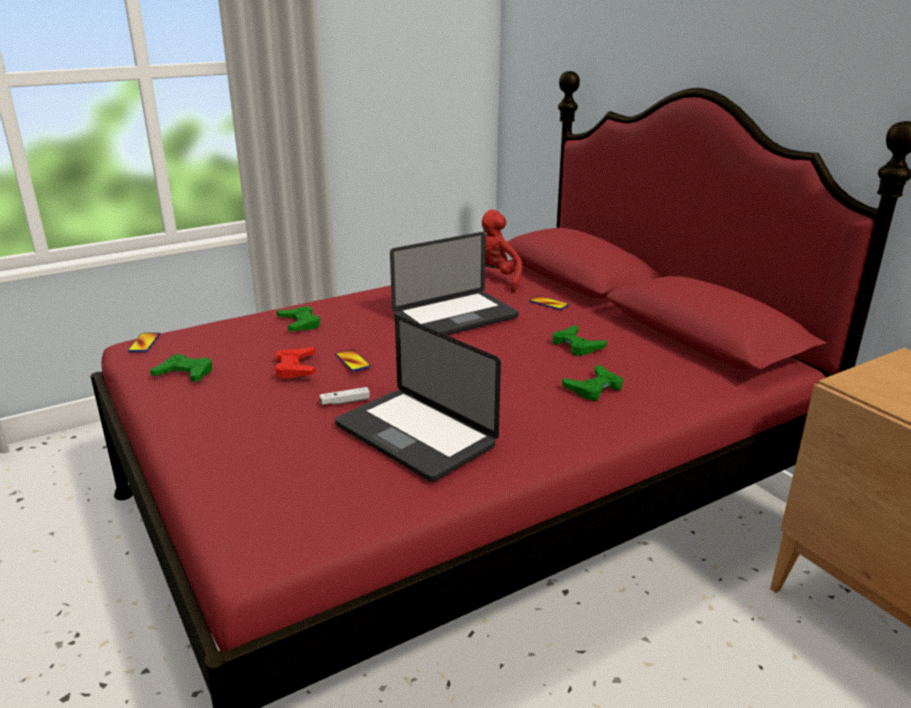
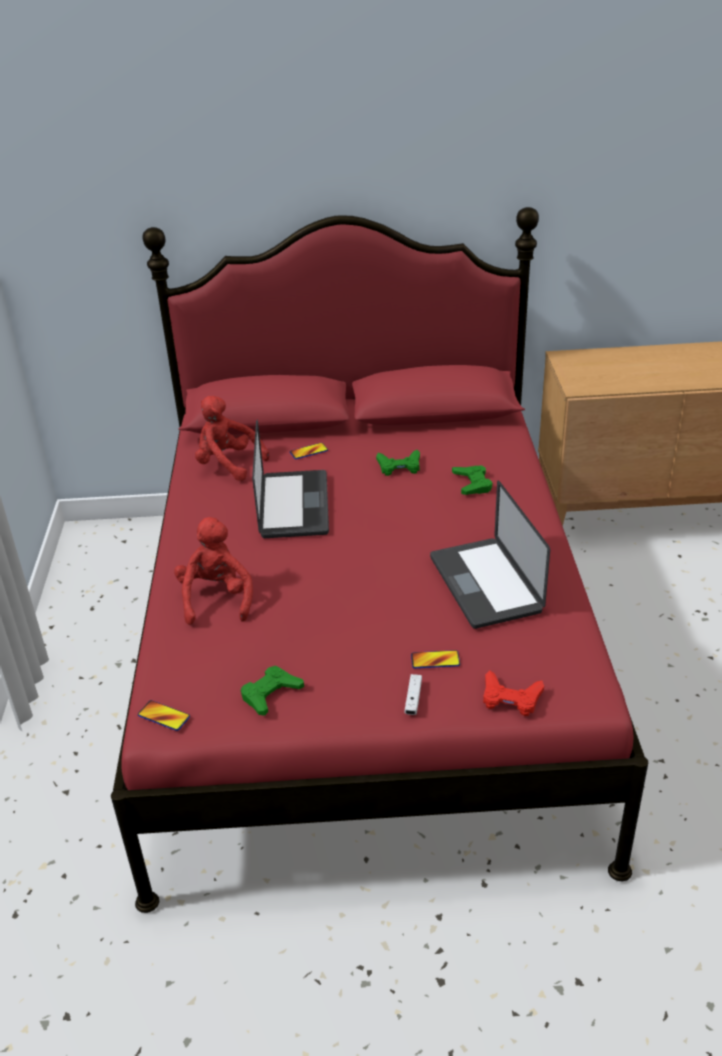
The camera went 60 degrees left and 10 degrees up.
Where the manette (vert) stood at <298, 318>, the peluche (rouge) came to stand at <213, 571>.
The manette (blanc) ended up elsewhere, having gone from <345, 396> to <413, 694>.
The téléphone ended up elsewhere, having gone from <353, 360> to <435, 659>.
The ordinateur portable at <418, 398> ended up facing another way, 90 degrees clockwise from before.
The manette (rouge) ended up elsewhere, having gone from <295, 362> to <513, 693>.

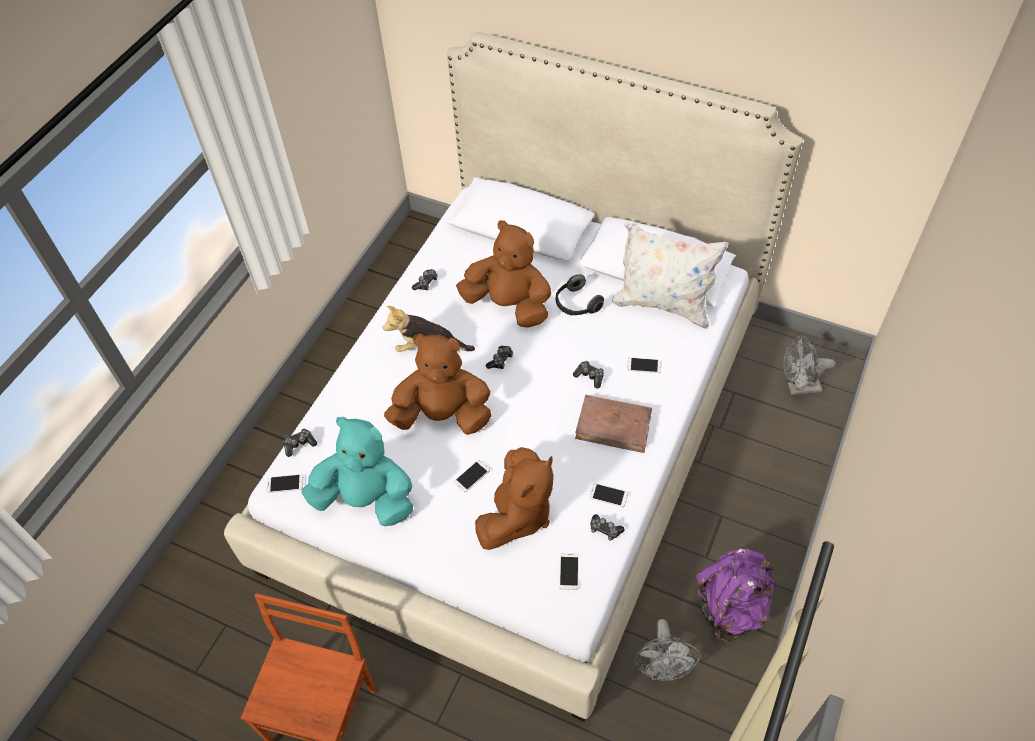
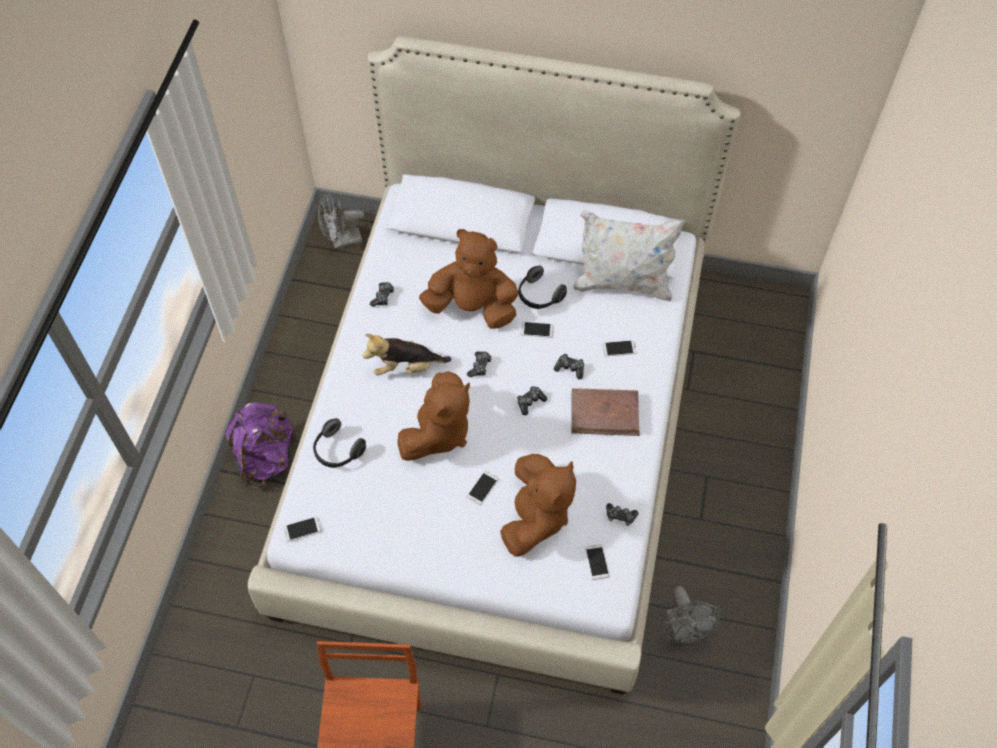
The camera went 15 degrees left and 5 degrees up.
The sac à dos (violet) ended up elsewhere, having gone from <736, 595> to <261, 445>.
The second view gained the casque audio at <339, 443>.
The ventilateur (gris) ended up elsewhere, having gone from <809, 365> to <341, 220>.
The peluche (marron) at <438, 384> ended up facing another way, 135 degrees clockwise from before.
The manette ended up elsewhere, having gone from <300, 442> to <532, 400>.
The téléphone ended up elsewhere, having gone from <608, 495> to <537, 330>.
The second view lost the peluche (turquoise) at <357, 471>.

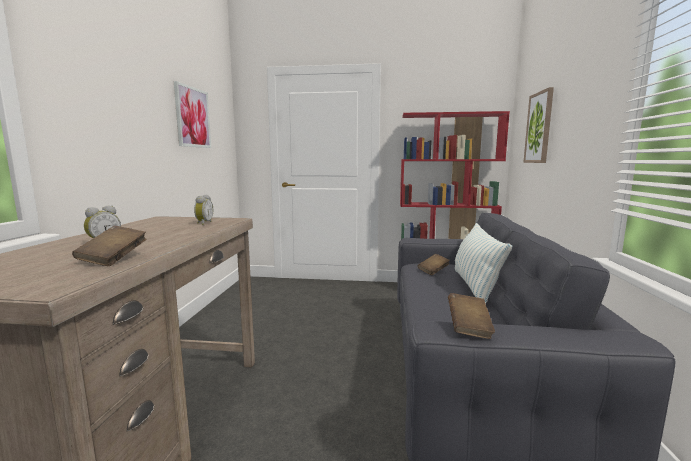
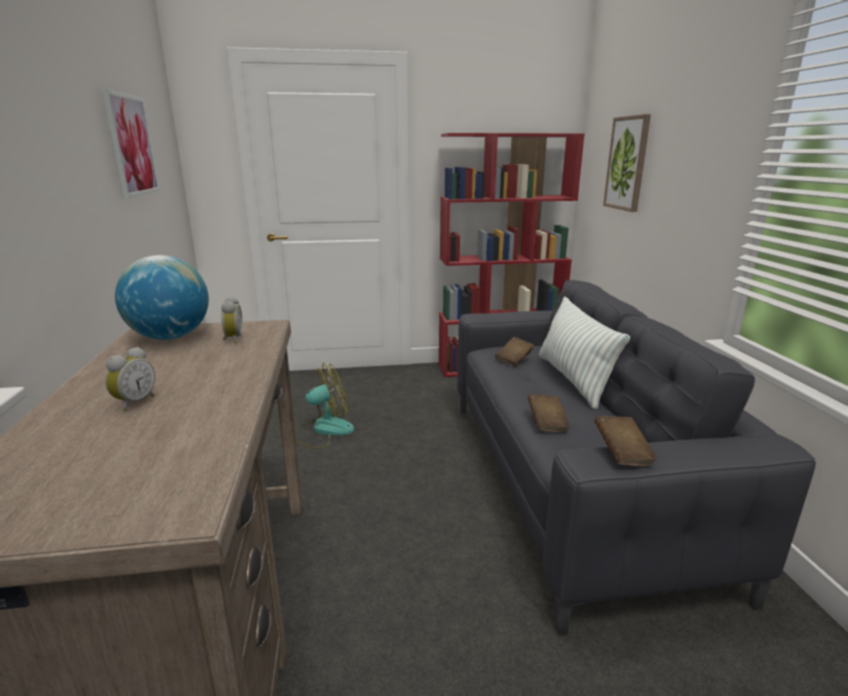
The camera went 15 degrees left and 10 degrees up.
The second view gained the globe at <162, 297>.
The second view gained the ventilateur at <324, 406>.
The livre (marron) ended up elsewhere, having gone from <109, 246> to <549, 413>.

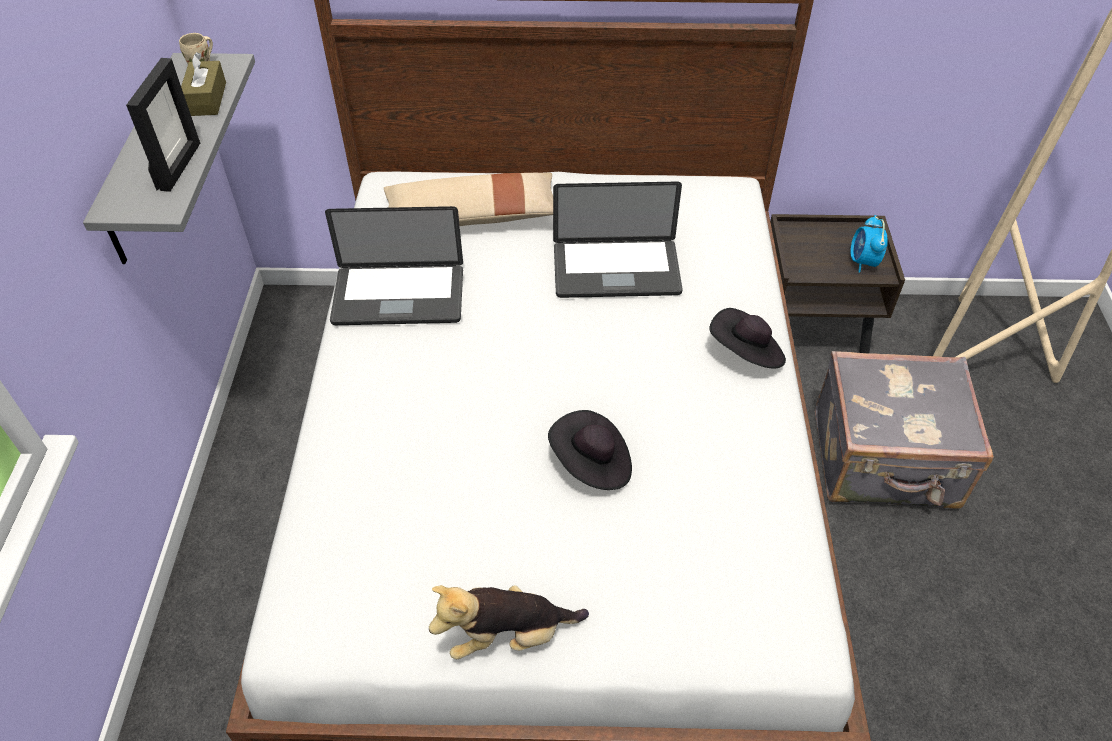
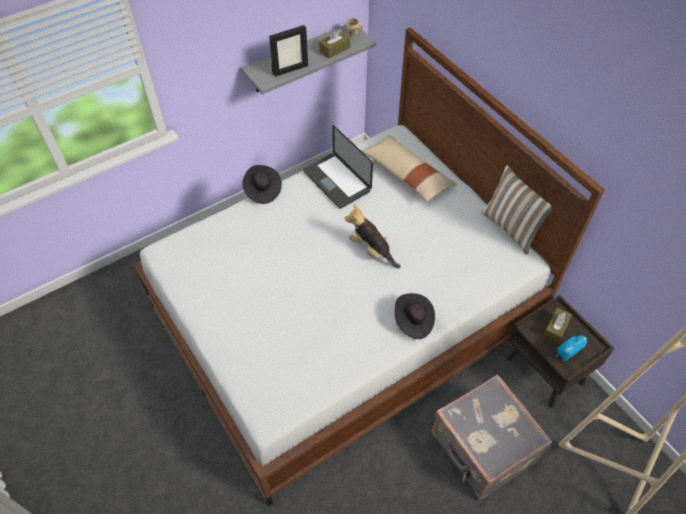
The camera went 55 degrees right and 5 degrees up.
The chapeau (noir) ended up elsewhere, having gone from <590, 450> to <262, 184>.
The peluche ended up elsewhere, having gone from <509, 622> to <372, 236>.
The second view gained the coussin at <516, 210>.
The second view gained the boîte à mouchoirs (marron) at <557, 326>.
The second view lost the ordinateur portable at <618, 240>.

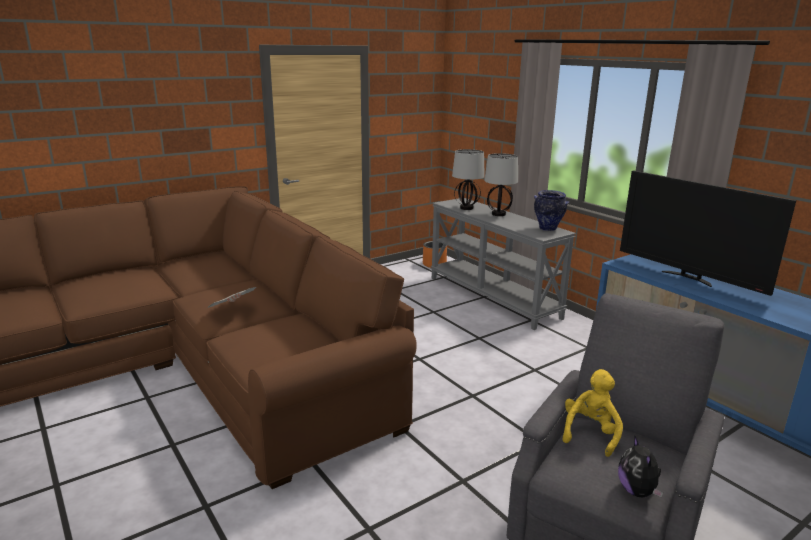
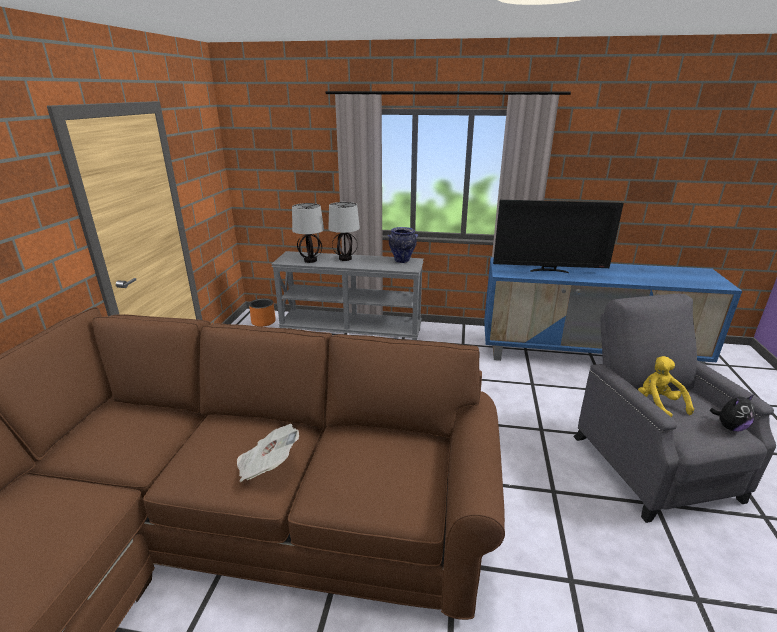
The camera went 45 degrees left and 5 degrees up.
The peluche at <640, 467> ended up facing another way, 60 degrees counterclockwise from before.

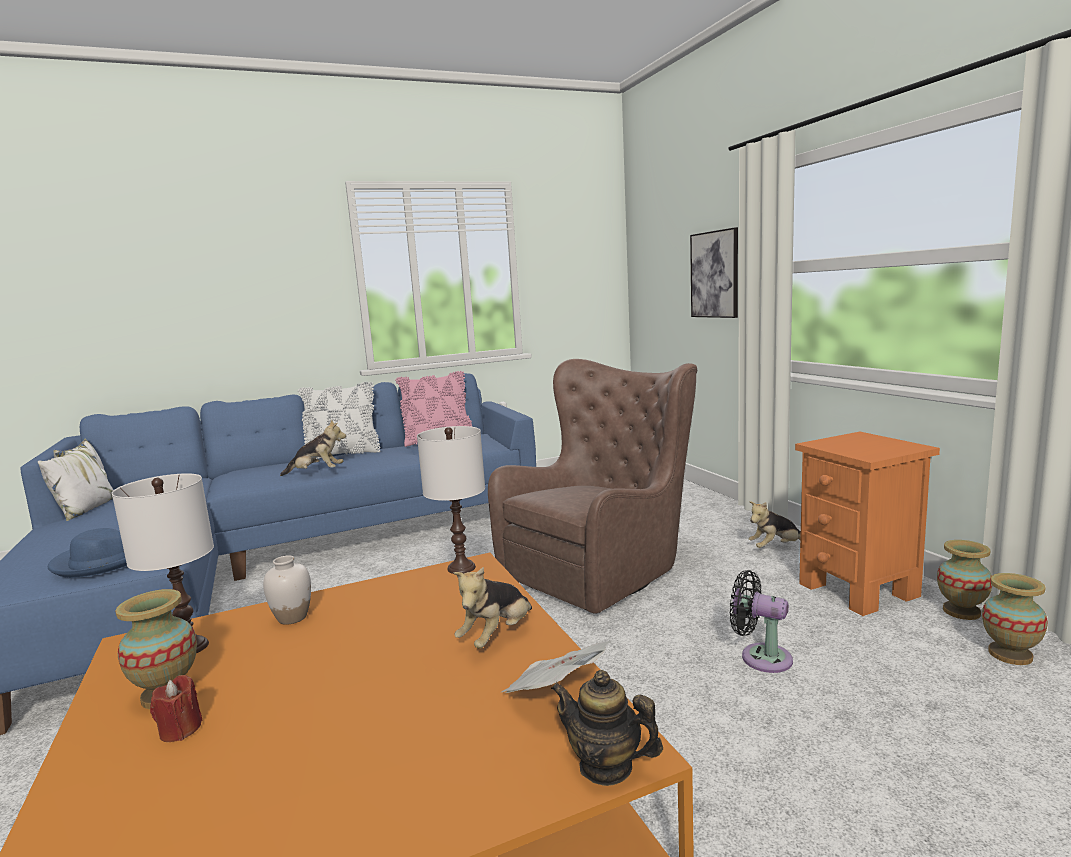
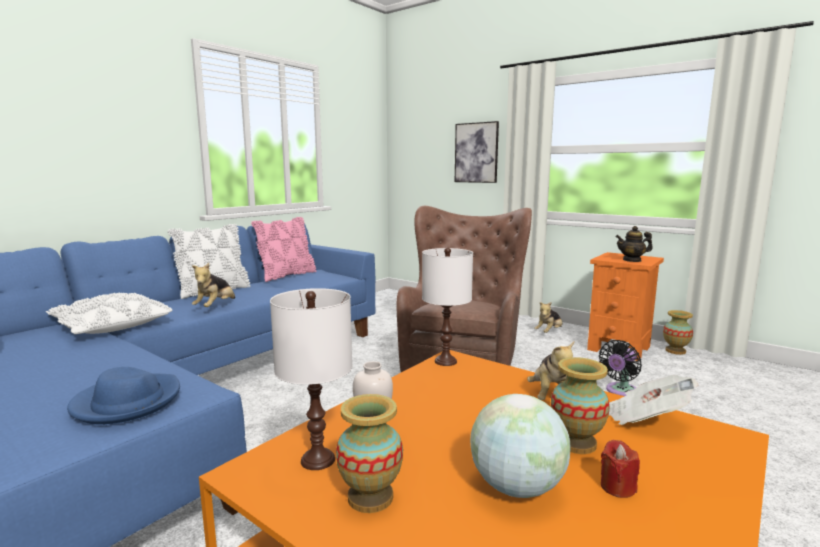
The camera went 30 degrees left and 0 degrees up.
The second view gained the coussin (blanc) at <109, 313>.
The peluche at <313, 447> ended up facing another way, 135 degrees clockwise from before.
The second view gained the globe at <520, 446>.
The vase ended up elsewhere, having gone from <1015, 619> to <580, 405>.
The ventilateur (noir) at <761, 621> ended up facing another way, 45 degrees counterclockwise from before.
The bougie (rouge) ended up elsewhere, having gone from <176, 708> to <620, 469>.
The théière ended up elsewhere, having gone from <607, 728> to <634, 244>.

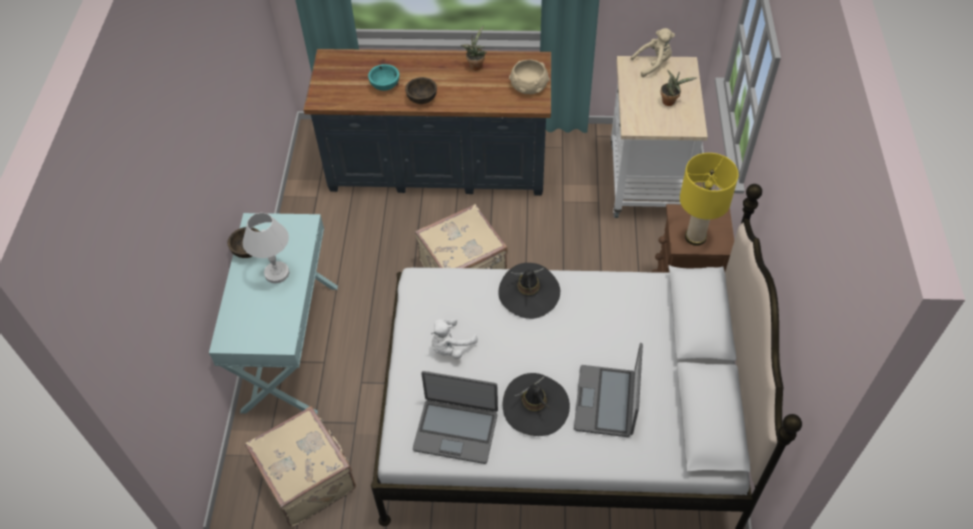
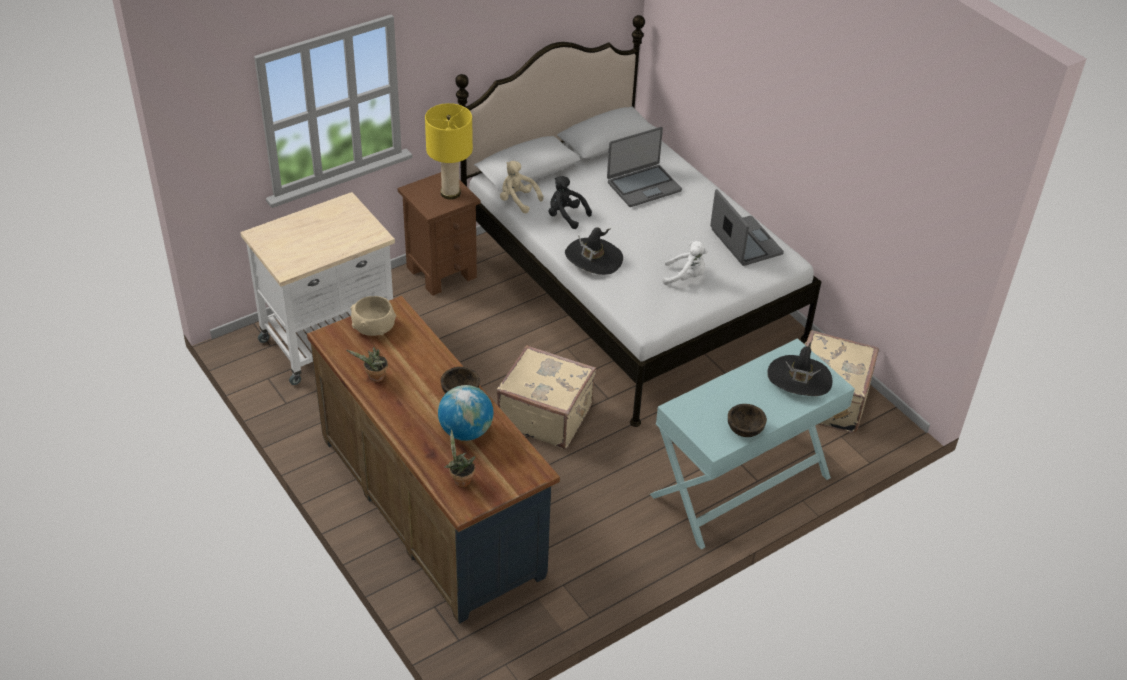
The camera went 130 degrees left and 10 degrees down.
Where the bol (turquoise) stood at <383, 77>, the globe came to stand at <465, 413>.
The plante en pot ended up elsewhere, having gone from <678, 87> to <460, 458>.
The peluche (beige) ended up elsewhere, having gone from <653, 52> to <522, 187>.
The second view gained the peluche (noir) at <570, 202>.
The chapeau (noir) ended up elsewhere, having gone from <536, 404> to <799, 369>.
The second view lost the lampe de table (blanc) at <266, 248>.

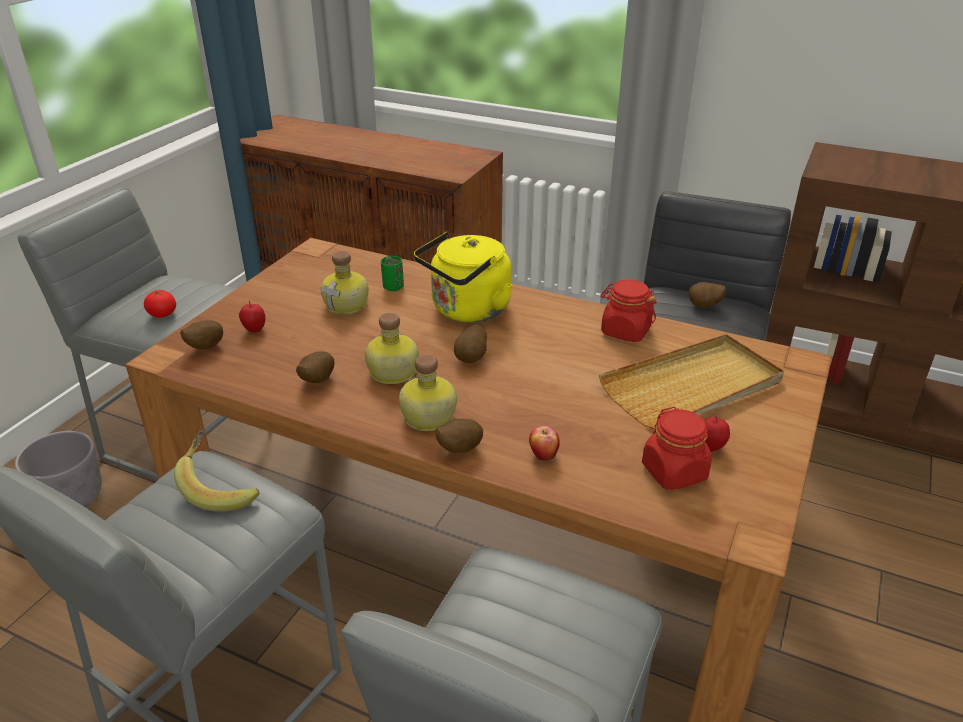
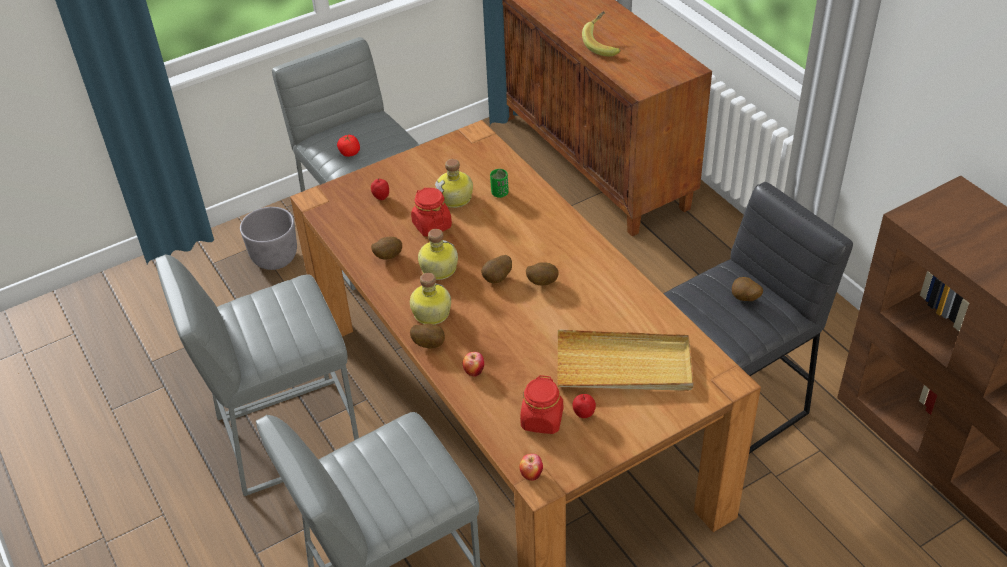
The camera went 35 degrees right and 10 degrees up.
The bocal (rouge) ended up elsewhere, having gone from <628, 310> to <431, 212>.
The second view gained the pomme at <531, 467>.
The pomme de terre ended up elsewhere, having gone from <201, 334> to <542, 274>.
The banane ended up elsewhere, having gone from <216, 470> to <601, 34>.
The second view lost the bouilloire (jaune) at <463, 277>.

